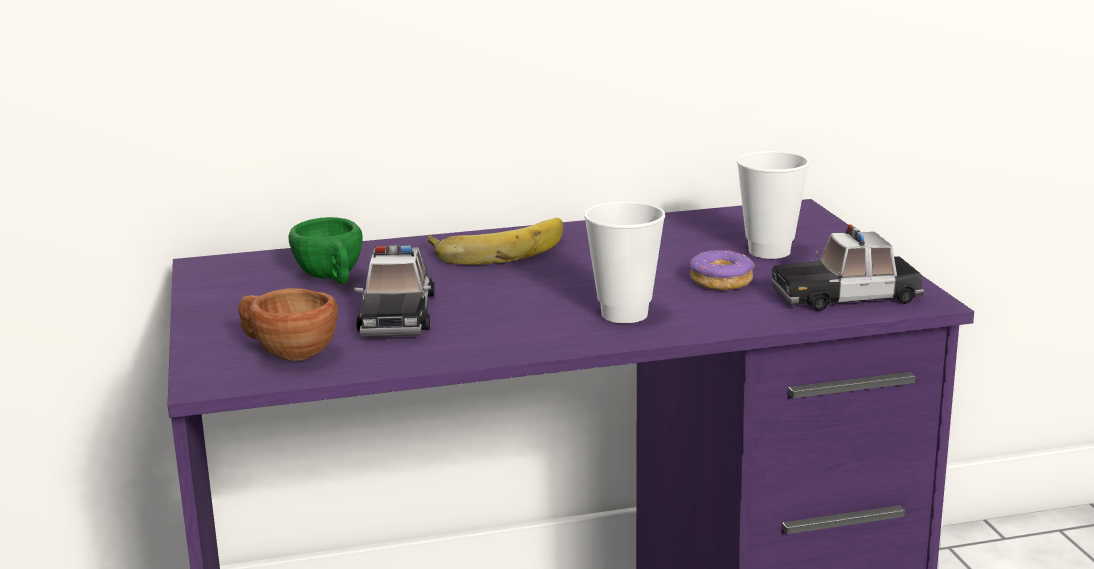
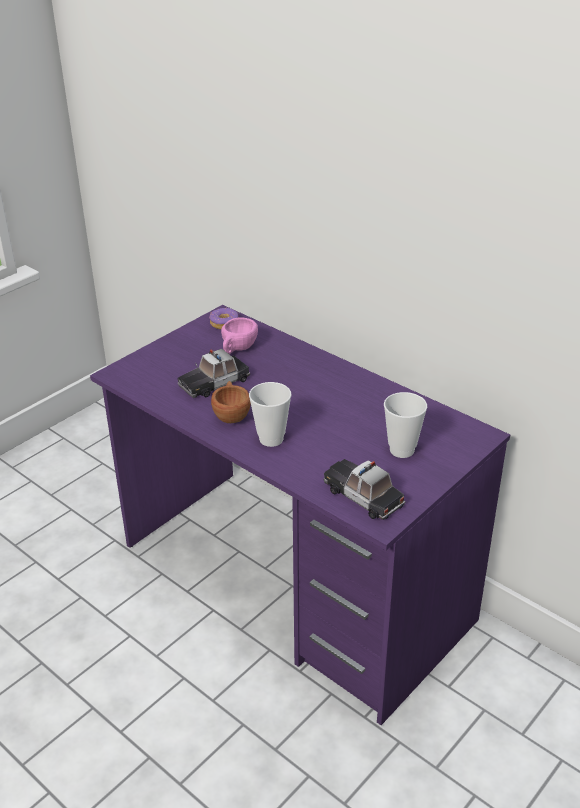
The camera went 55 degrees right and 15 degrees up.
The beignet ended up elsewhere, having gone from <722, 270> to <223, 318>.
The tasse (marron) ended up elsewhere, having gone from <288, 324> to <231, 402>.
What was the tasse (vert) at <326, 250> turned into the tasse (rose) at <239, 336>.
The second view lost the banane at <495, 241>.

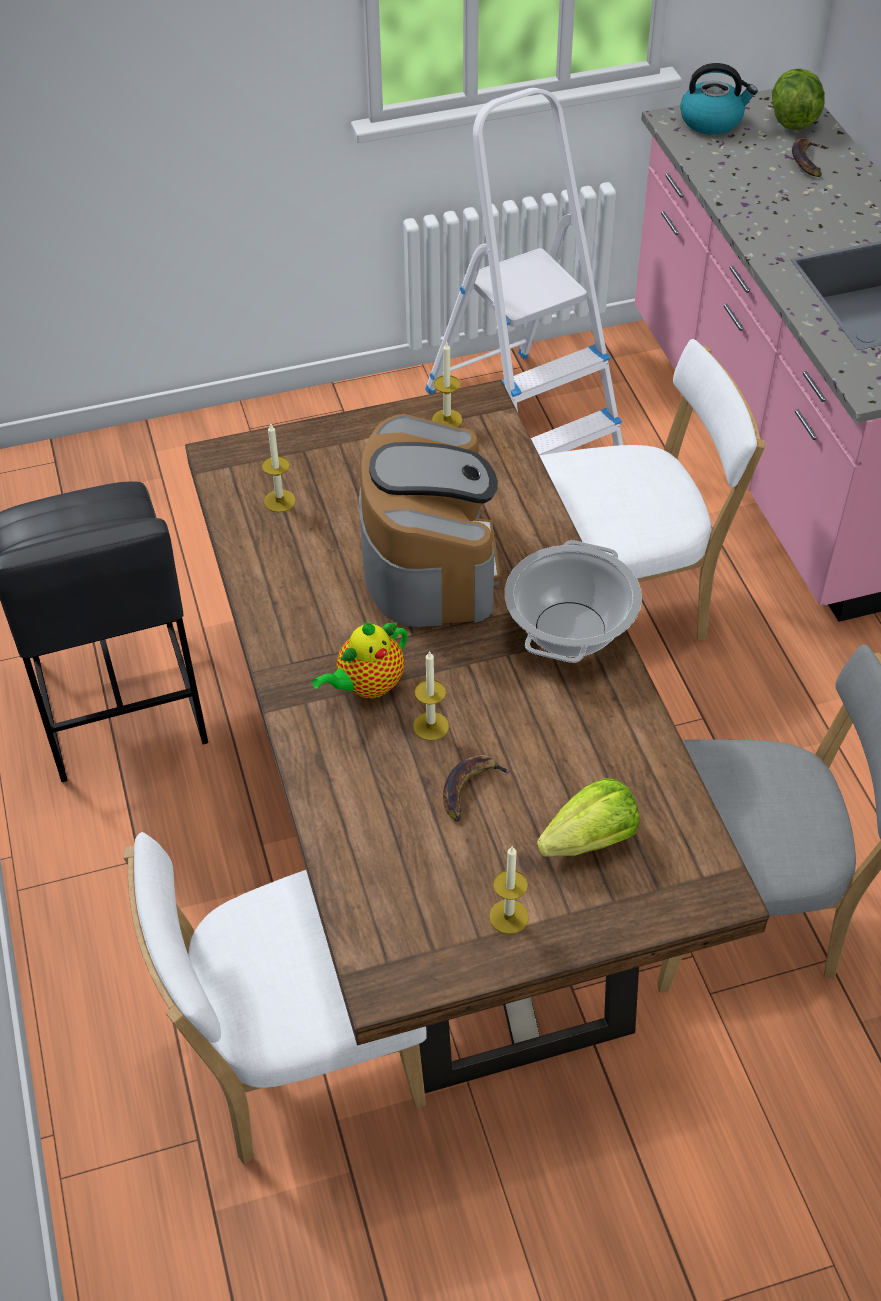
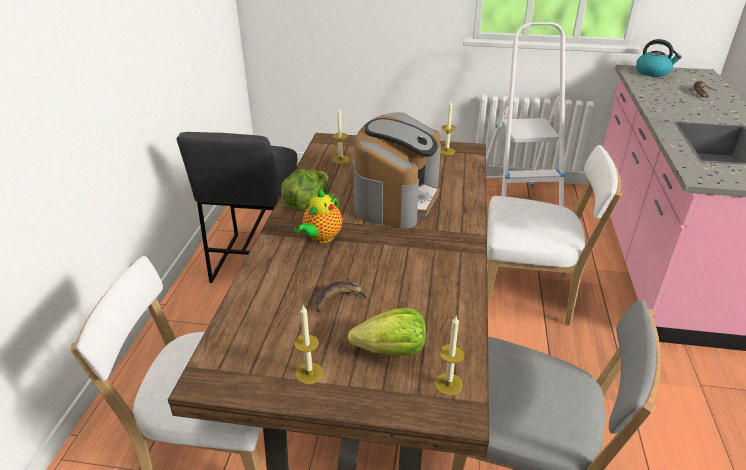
The camera went 25 degrees right and 15 degrees down.
The laitue ended up elsewhere, having gone from <798, 99> to <305, 190>.
The théière at <360, 660> ended up facing another way, 45 degrees counterclockwise from before.
The bougie ended up elsewhere, having gone from <431, 696> to <449, 356>.
The second view lost the marmite at <573, 601>.

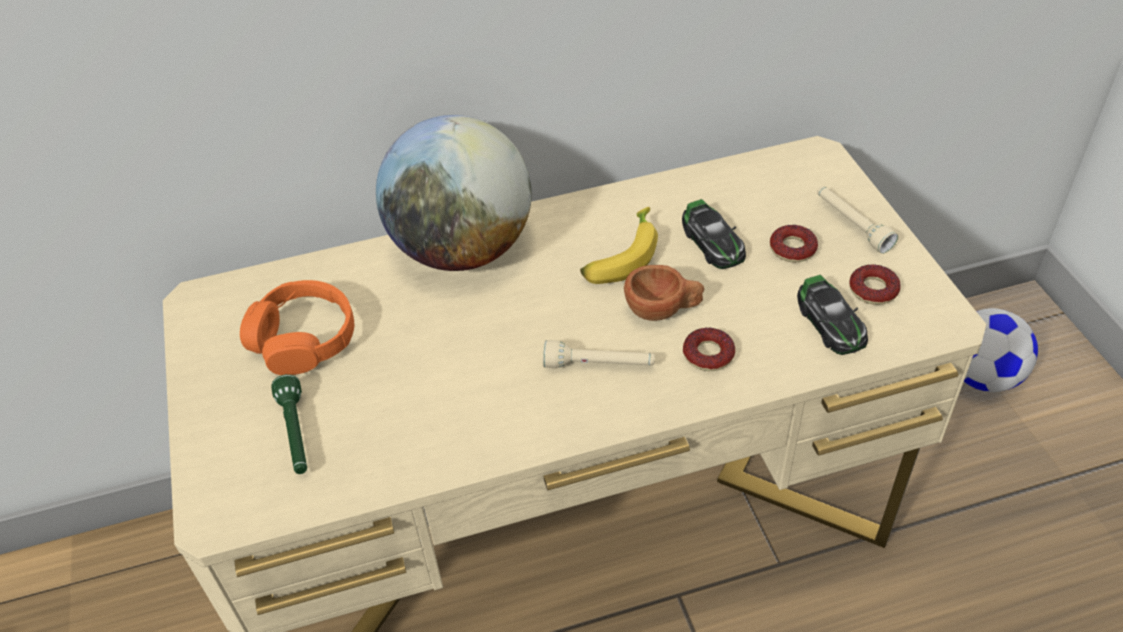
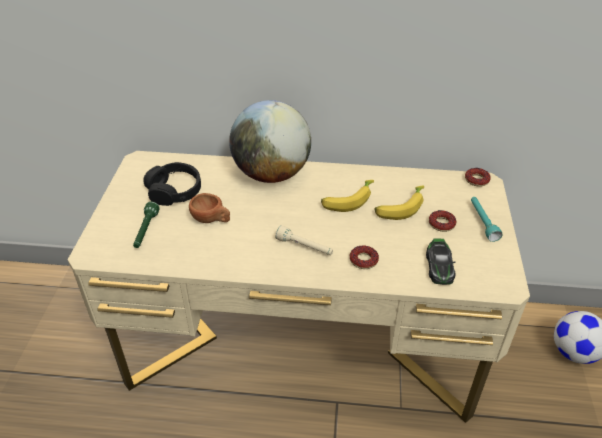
The camera went 20 degrees right and 5 degrees down.
What was the casque audio (orange) at <297, 327> turned into the casque audio (noir) at <172, 184>.
The tasse (marron) ended up elsewhere, having gone from <664, 293> to <209, 208>.
Where the petite voiture stood at <714, 234>, the banane came to stand at <399, 203>.
The beignet ended up elsewhere, having gone from <874, 284> to <478, 177>.
What was the lampe de poche (beige) at <857, 220> turned into the lampe de poche (turquoise) at <487, 219>.

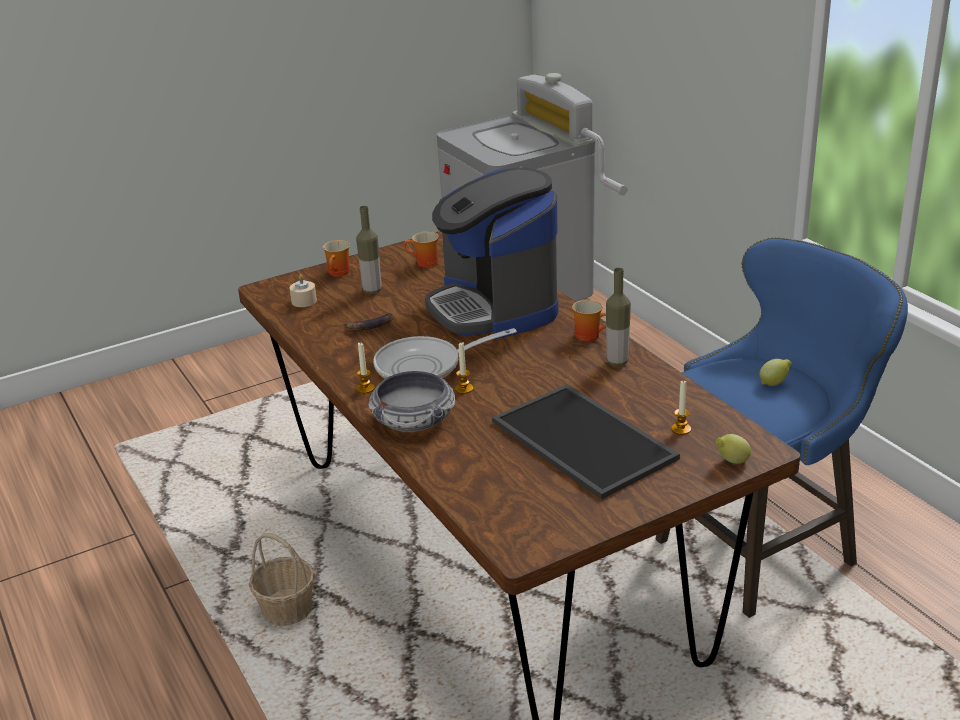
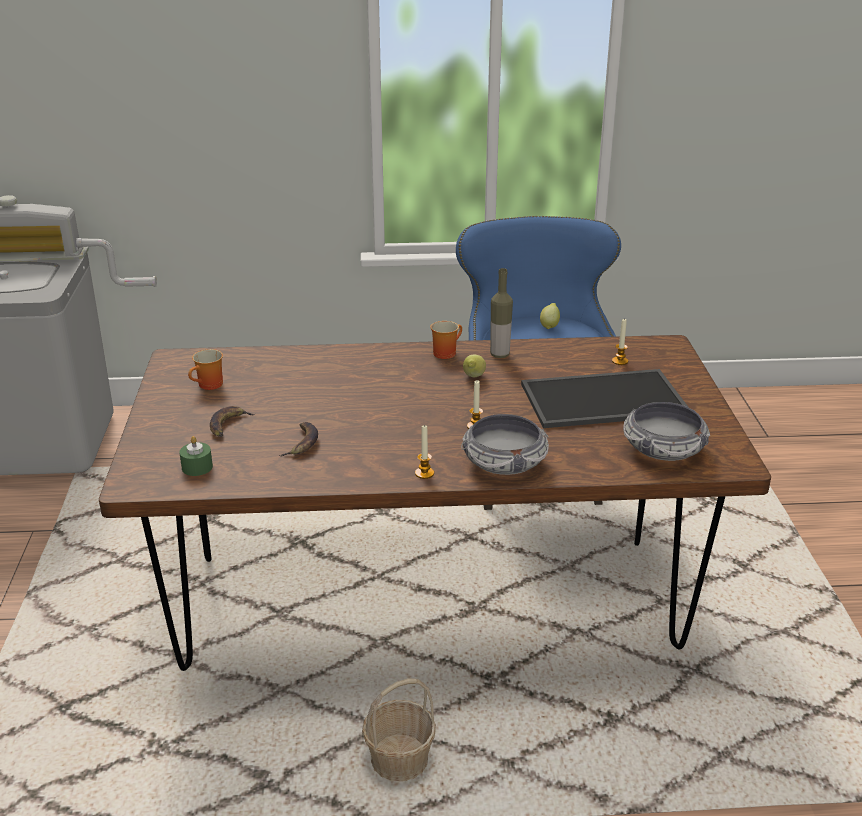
The camera went 65 degrees left and 0 degrees up.
What was the bougie (beige) at <303, 290> turned into the bougie (vert) at <196, 456>.
Where the bouteille stood at <369, 250>, the banane came to stand at <232, 421>.
The citron ended up elsewhere, having gone from <733, 449> to <474, 366>.
The second view gained the bol at <666, 431>.
The second view lost the mug at <336, 258>.
The second view lost the poêle at <445, 353>.
The second view lost the machine à café at <491, 253>.

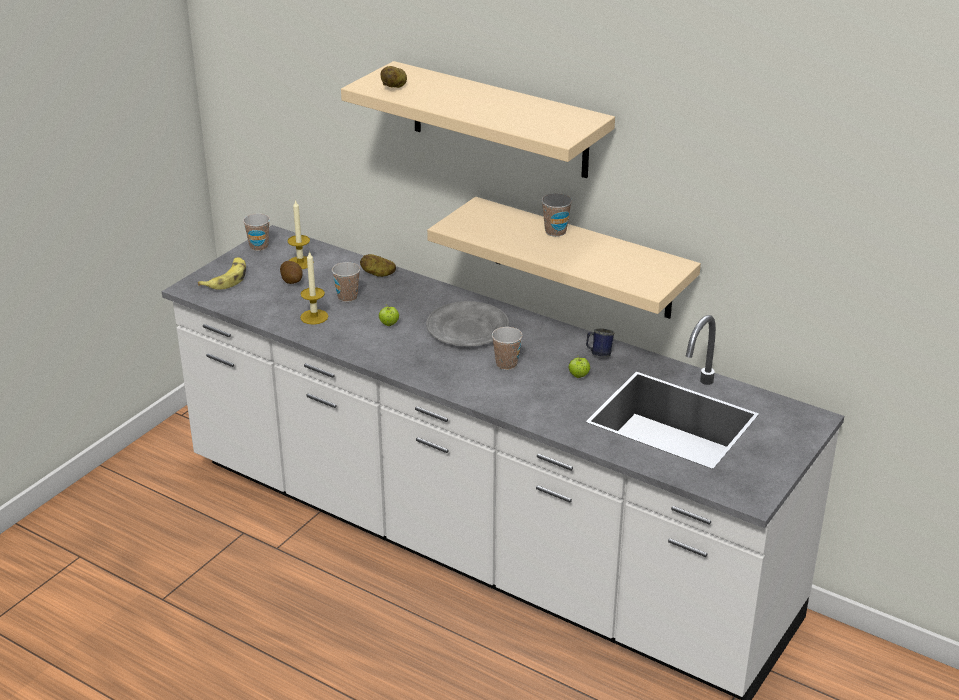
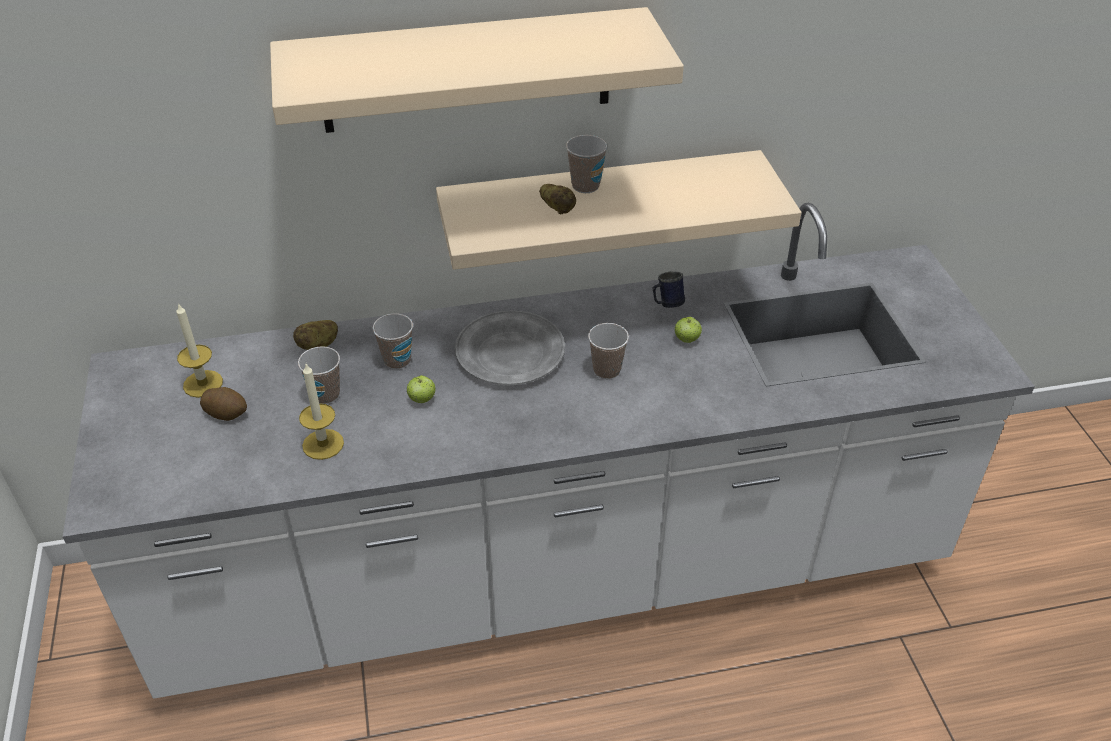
The camera went 45 degrees left and 10 degrees up.
The tasse ended up elsewhere, having gone from <256, 232> to <393, 341>.
The pomme de terre ended up elsewhere, having gone from <393, 77> to <557, 199>.
The second view lost the banane at <222, 273>.

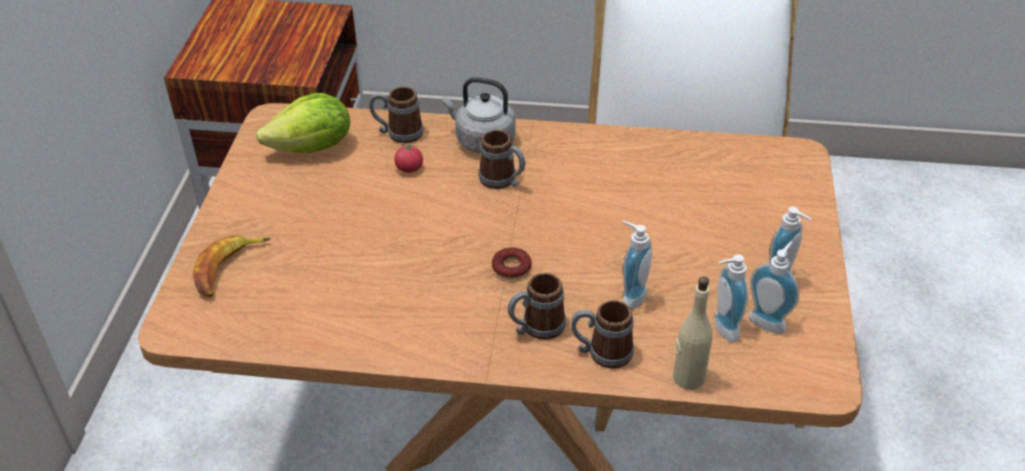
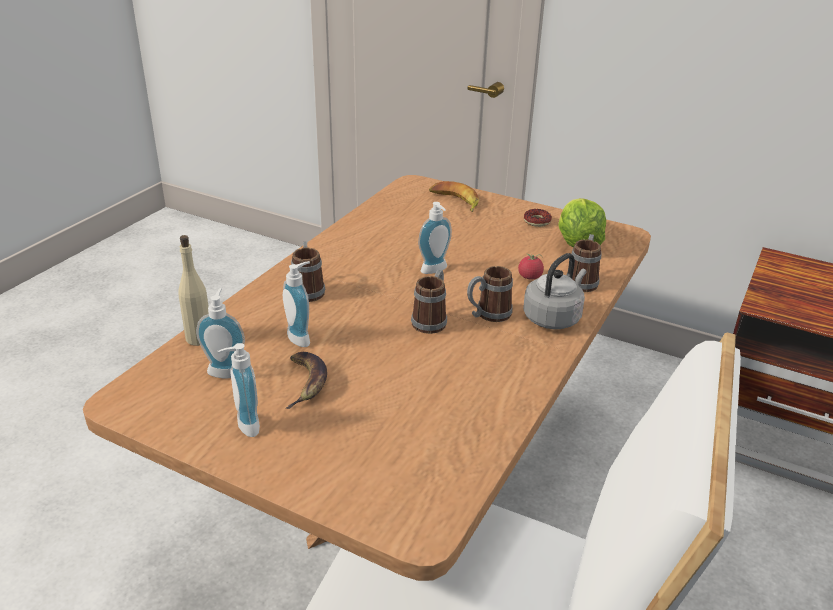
The camera went 110 degrees right and 10 degrees down.
The second view gained the banane at <306, 380>.
The mug ended up elsewhere, having gone from <602, 334> to <429, 302>.
The distributeur de savon ended up elsewhere, having gone from <774, 287> to <435, 238>.
The beignet ended up elsewhere, having gone from <512, 263> to <538, 218>.

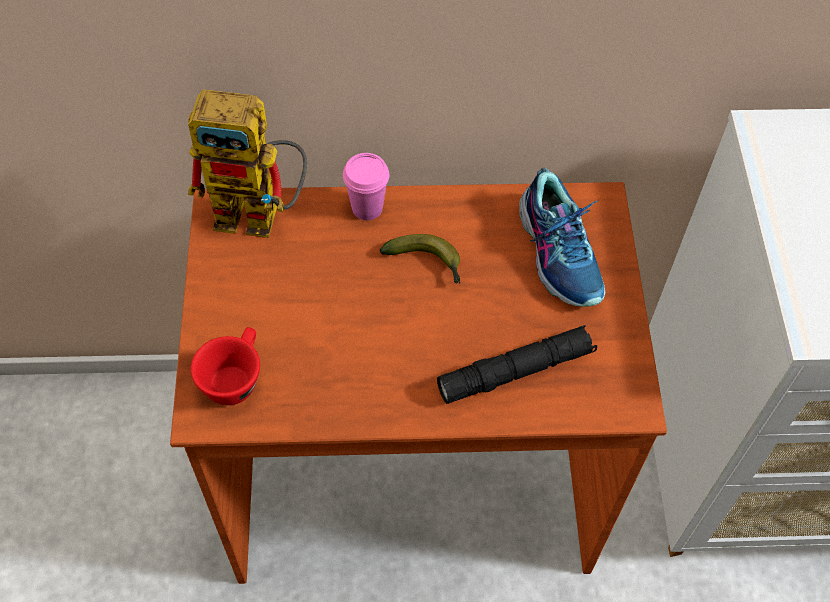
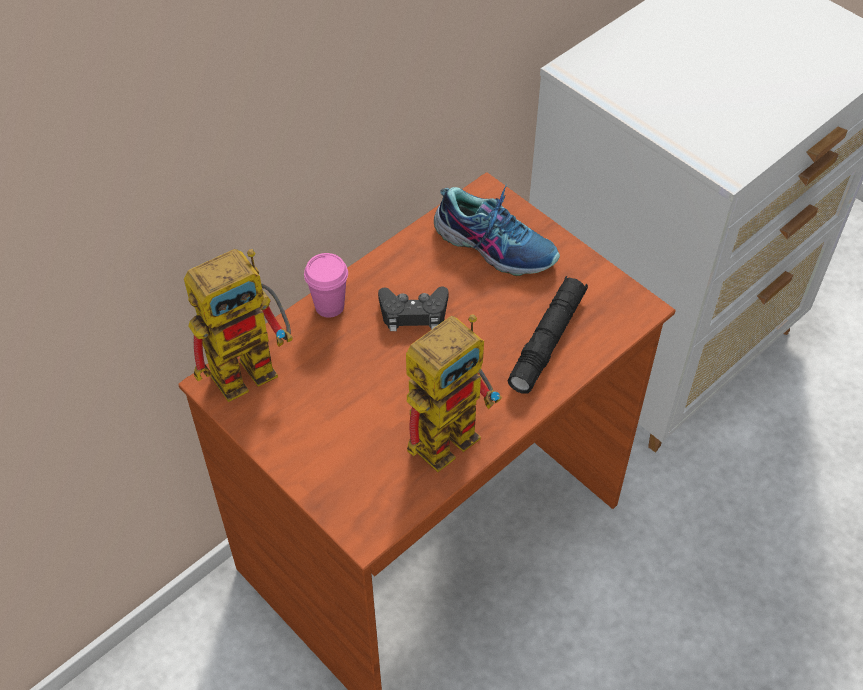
The camera went 40 degrees left and 5 degrees down.
Where the banane stood at <420, 258>, the manette (noir) came to stand at <413, 309>.
The second view gained the robot jouet at <454, 393>.
The second view lost the tasse (rouge) at <225, 366>.

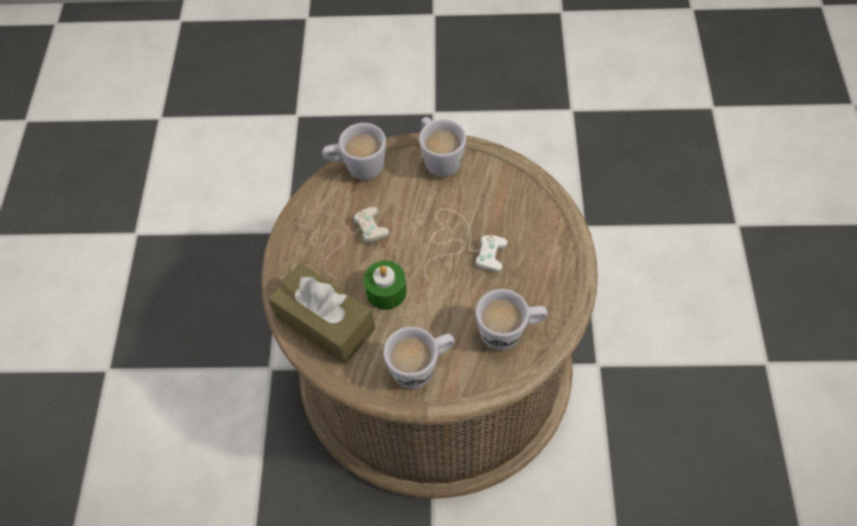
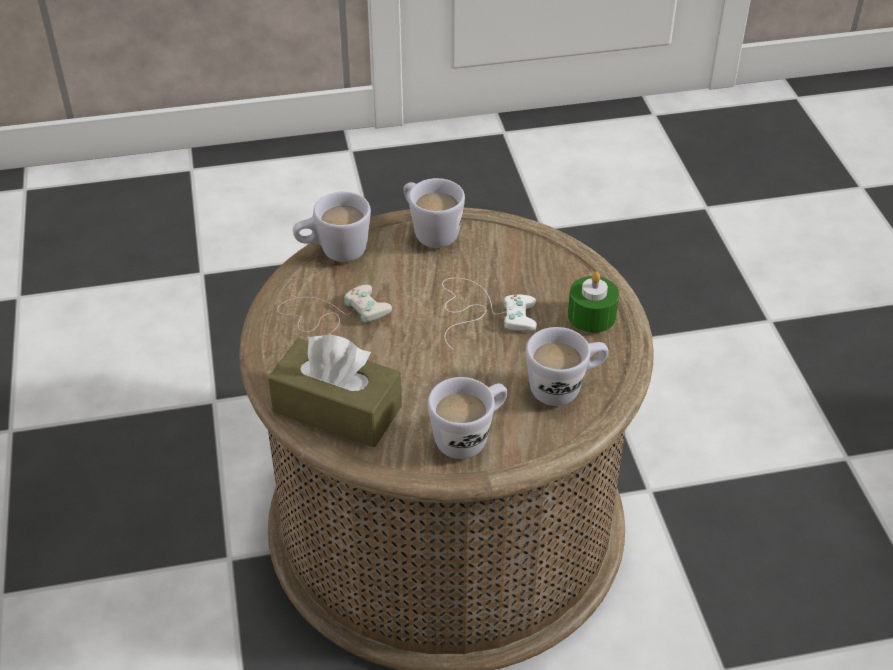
The camera went 15 degrees left and 15 degrees down.
The bougie (vert) ended up elsewhere, having gone from <385, 285> to <593, 302>.

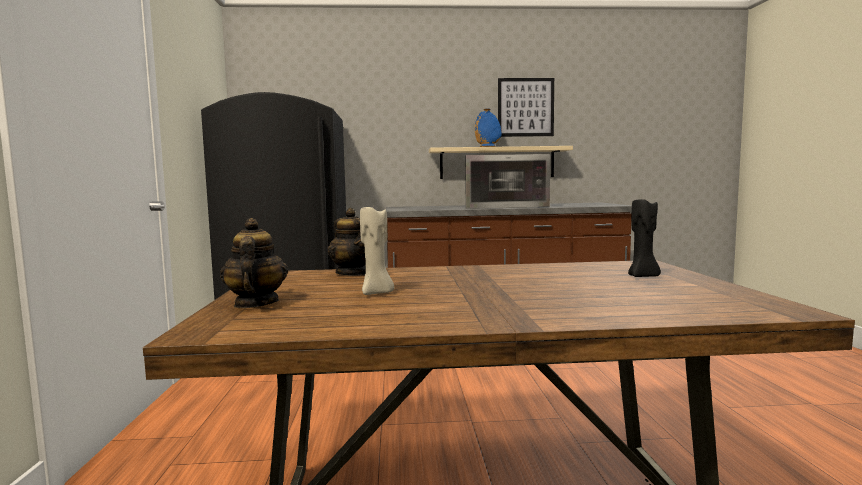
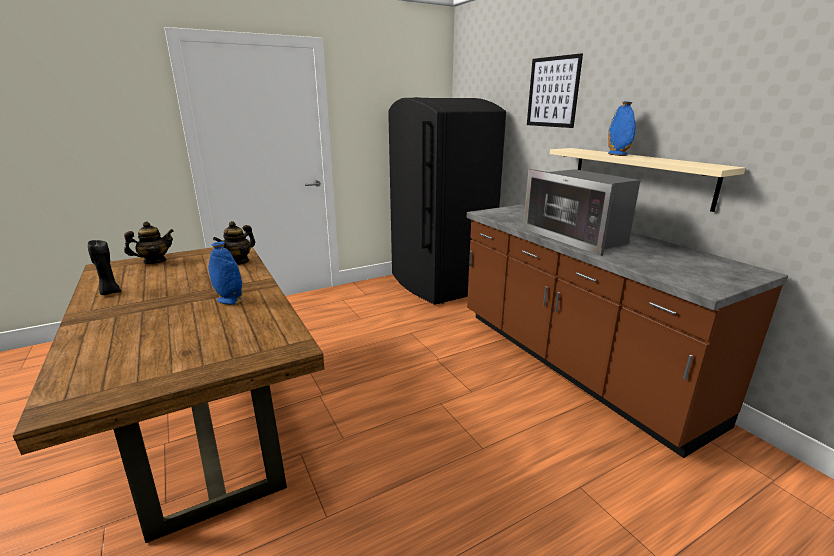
The camera went 65 degrees right and 15 degrees up.
The bougie (noir) ended up elsewhere, having gone from <644, 238> to <104, 267>.
The second view gained the vase (bleu) at <225, 273>.
The tableau ended up elsewhere, having gone from <526, 107> to <555, 90>.
The second view lost the bougie (beige) at <377, 250>.

